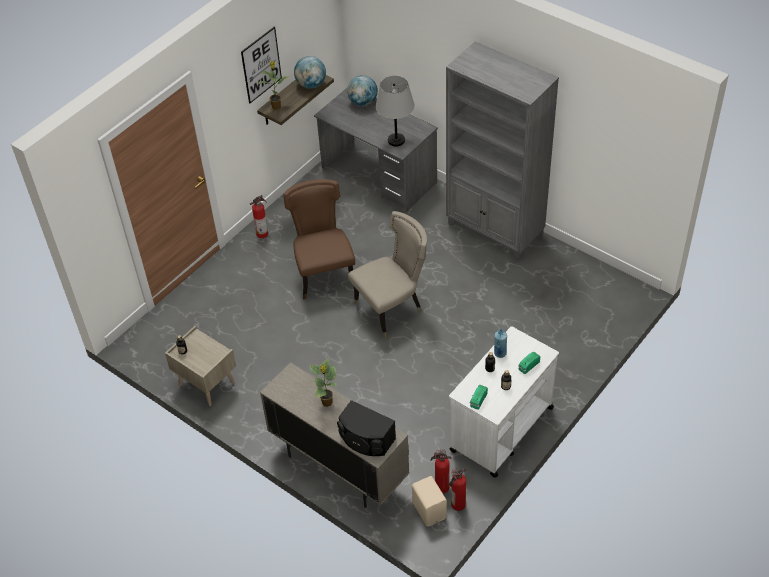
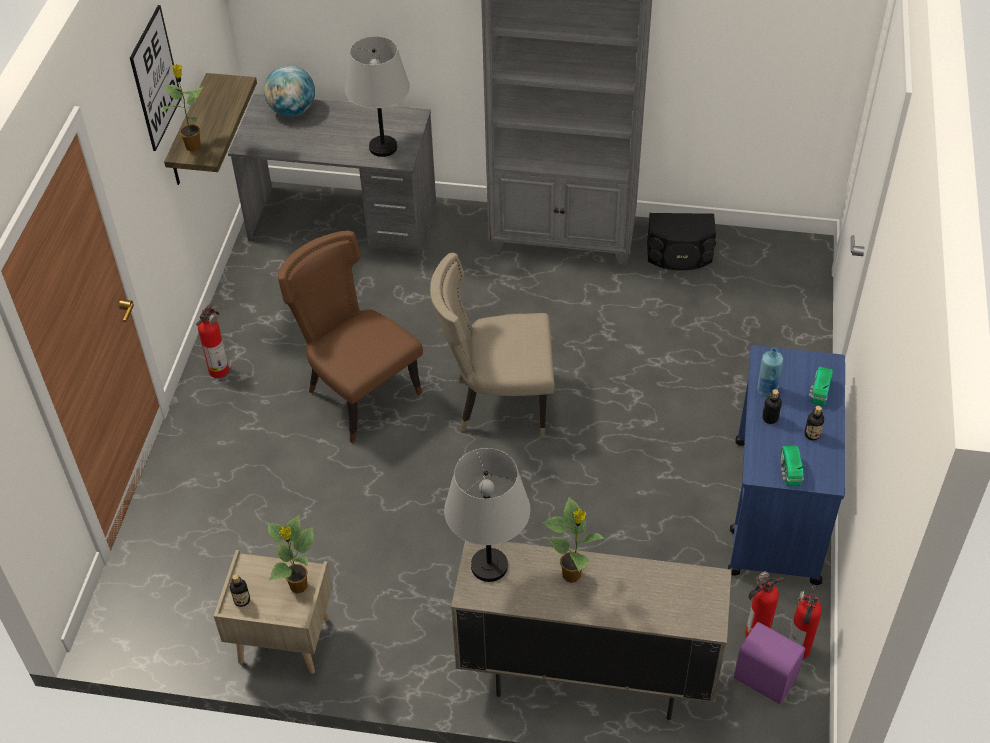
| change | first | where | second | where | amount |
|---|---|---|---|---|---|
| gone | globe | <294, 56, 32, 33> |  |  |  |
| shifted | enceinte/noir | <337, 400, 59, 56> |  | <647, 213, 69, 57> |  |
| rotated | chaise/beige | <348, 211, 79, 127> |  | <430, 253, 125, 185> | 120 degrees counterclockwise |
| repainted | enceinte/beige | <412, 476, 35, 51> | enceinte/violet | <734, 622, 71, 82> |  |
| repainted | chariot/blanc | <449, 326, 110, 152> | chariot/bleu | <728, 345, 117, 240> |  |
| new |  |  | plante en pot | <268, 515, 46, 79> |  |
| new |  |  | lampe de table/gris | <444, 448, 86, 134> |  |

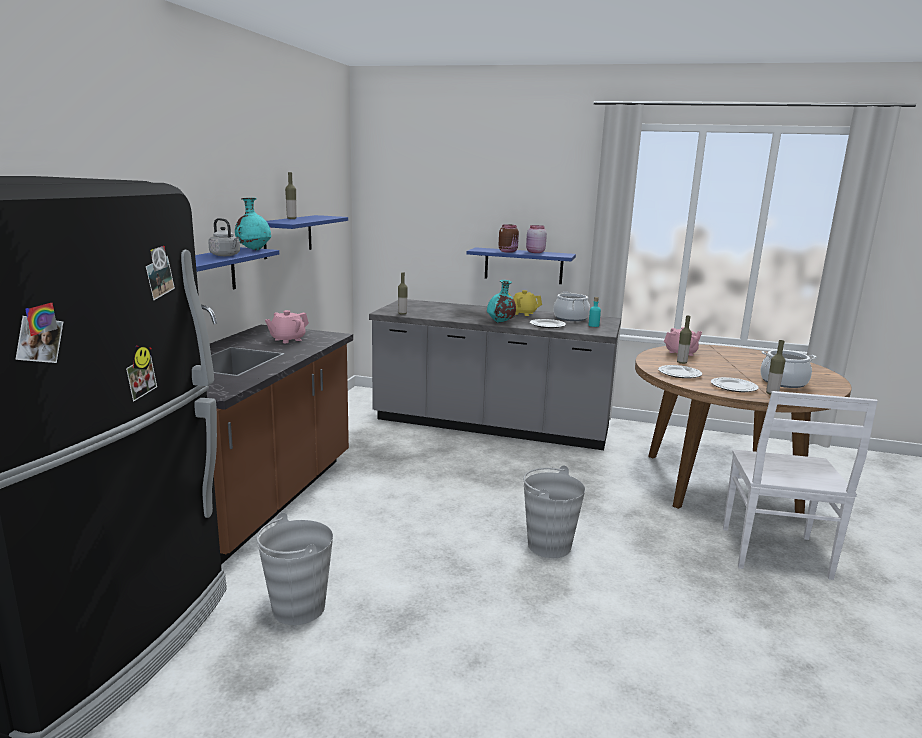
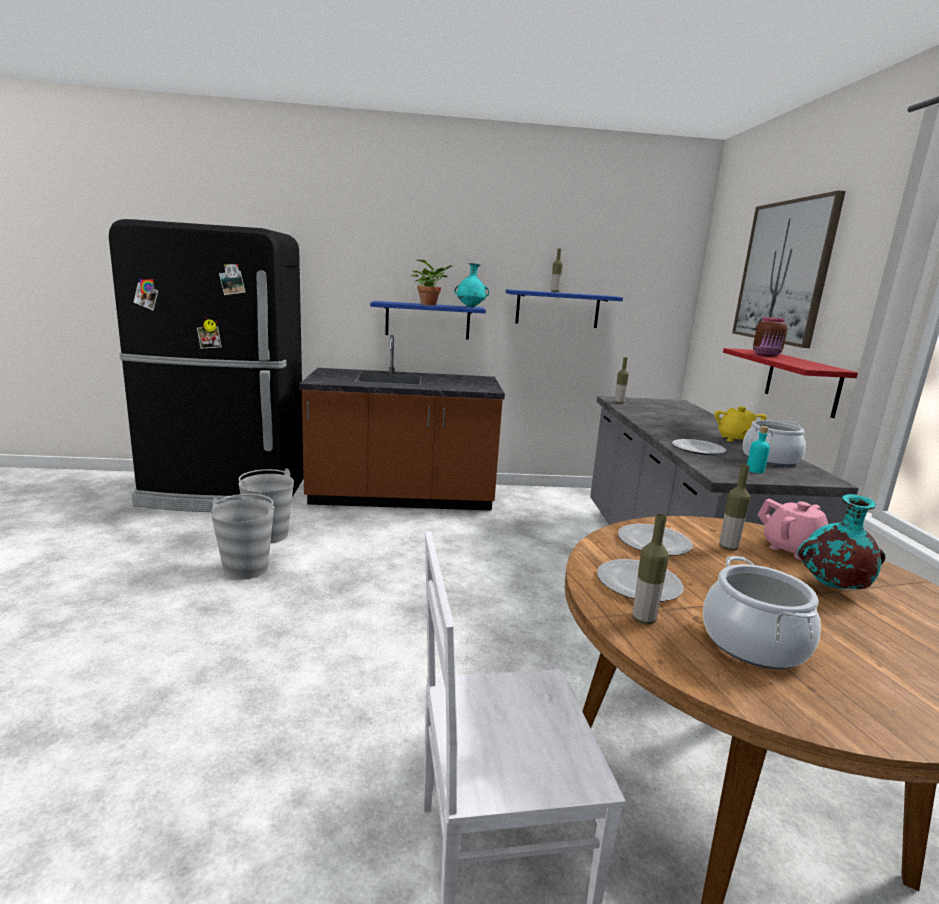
| change | first | where | second | where | amount |
|---|---|---|---|---|---|
| swapped | bouilloire/gris | <208, 218, 32, 38> | plante en pot | <411, 260, 43, 46> |  |
| gone | théière/rose | <265, 310, 44, 33> |  |  |  |
| repainted | étagère/bleu | <466, 247, 110, 37> | étagère/rouge | <723, 348, 135, 70> |  |
| shifted | vase/turquoise | <487, 280, 29, 43> |  | <797, 494, 89, 95> |  |
| shifted | seau/gris | <523, 465, 62, 93> |  | <211, 494, 64, 86> |  |
| gone | bocal/rose | <526, 225, 21, 28> |  |  |  |
| new |  |  | tableau | <732, 191, 114, 157> |  |

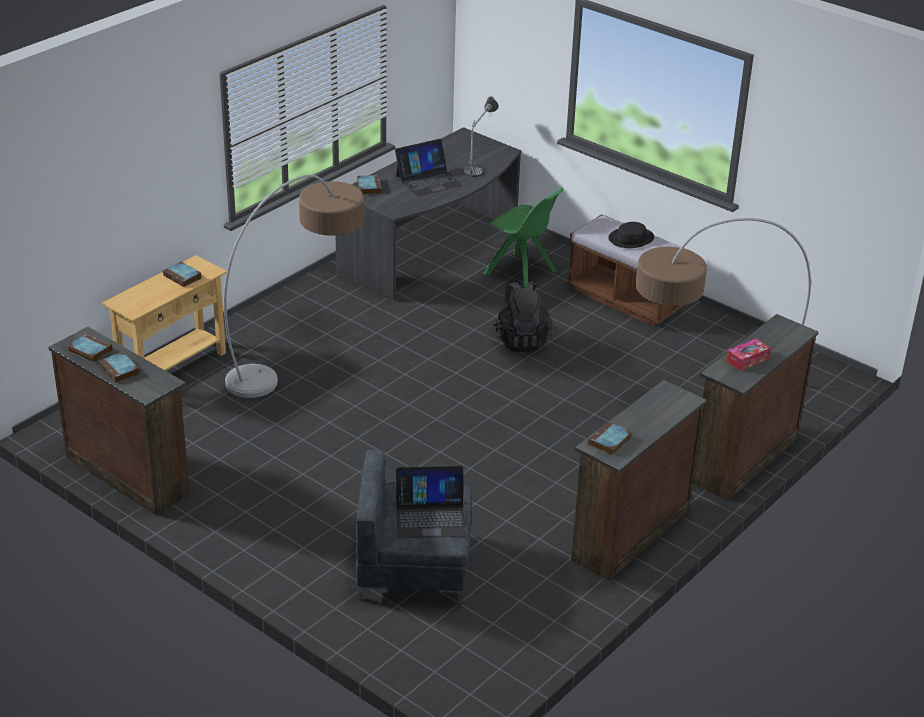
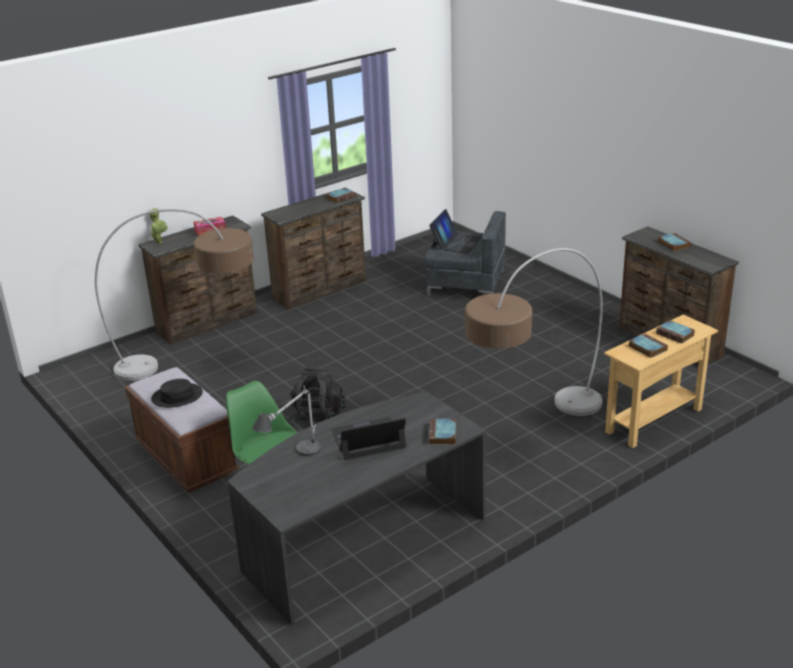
| change | first | where | second | where | amount |
|---|---|---|---|---|---|
| shifted | livre | <68, 333, 44, 30> |  | <656, 320, 39, 23> |  |
| rotated | ordinateur portable | <396, 466, 70, 72> |  | <429, 209, 53, 45> | 105 degrees clockwise |
| new |  |  | plante en pot | <150, 208, 17, 36> |  |

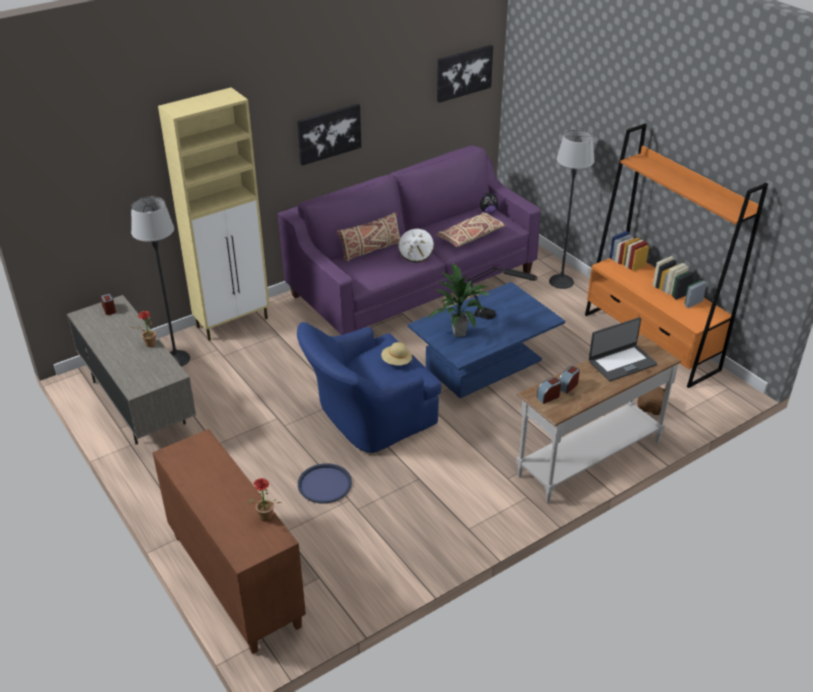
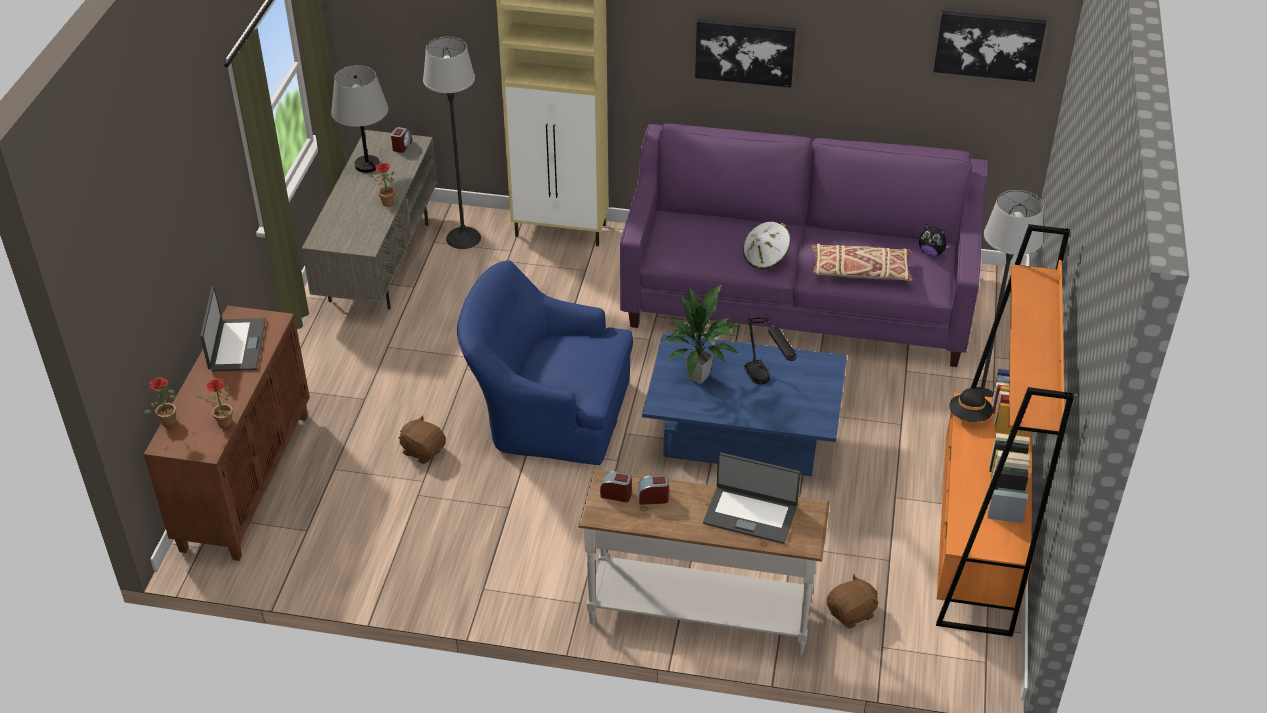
| change | first | where | second | where | amount |
|---|---|---|---|---|---|
| swapped | plateau/bleu | <298, 463, 54, 40> | peluche/marron | <398, 415, 48, 49> |  |
| gone | coussin/beige | <337, 212, 63, 50> |  |  |  |
| gone | chapeau/beige | <381, 342, 31, 23> |  |  |  |
| new |  |  | plante en pot | <144, 377, 32, 50> |  |
| new |  |  | ordinateur portable | <200, 286, 66, 86> |  |
| new |  |  | lampe de table/gris | <331, 65, 57, 108> |  |
| new |  |  | chapeau/noir | <949, 388, 44, 34> |  |

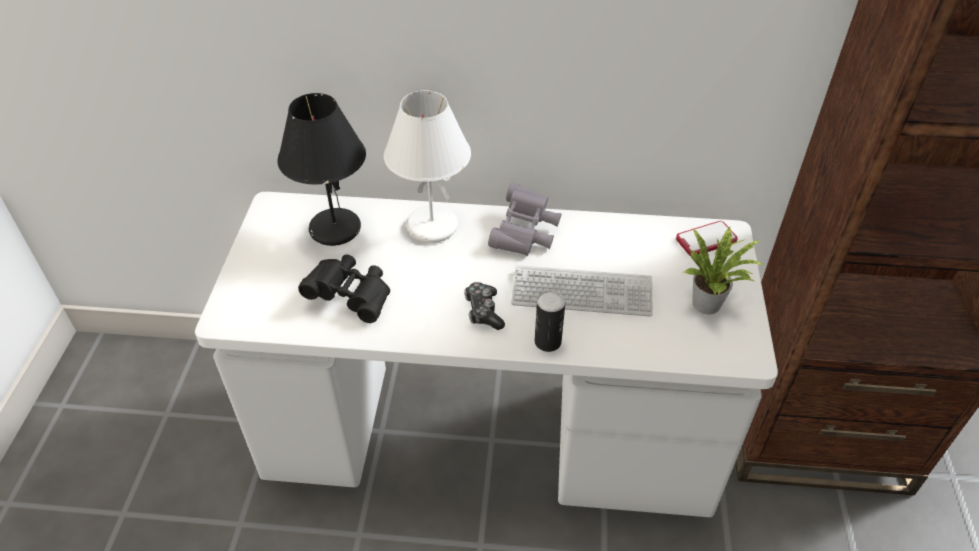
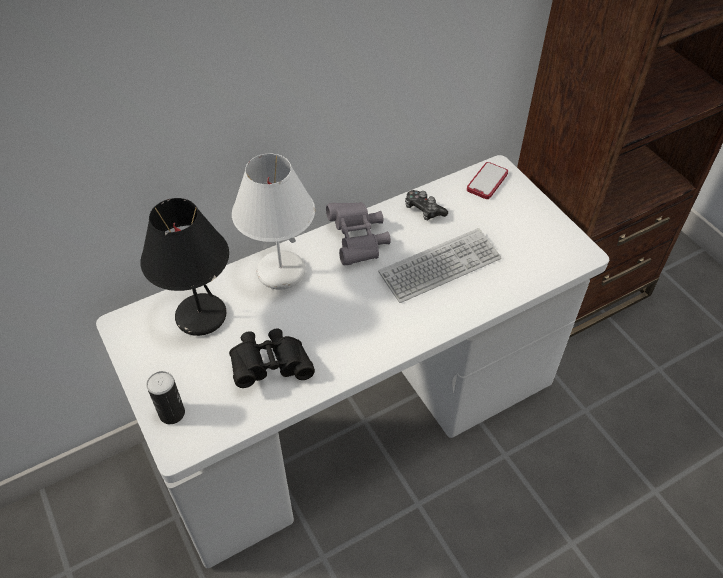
| change | first | where | second | where | amount |
|---|---|---|---|---|---|
| shifted | manette | <464, 282, 41, 48> |  | <405, 190, 43, 30> |  |
| shifted | boîte métallique | <535, 290, 30, 62> |  | <147, 371, 38, 53> |  |
| gone | plante en pot | <683, 227, 81, 87> |  |  |  |

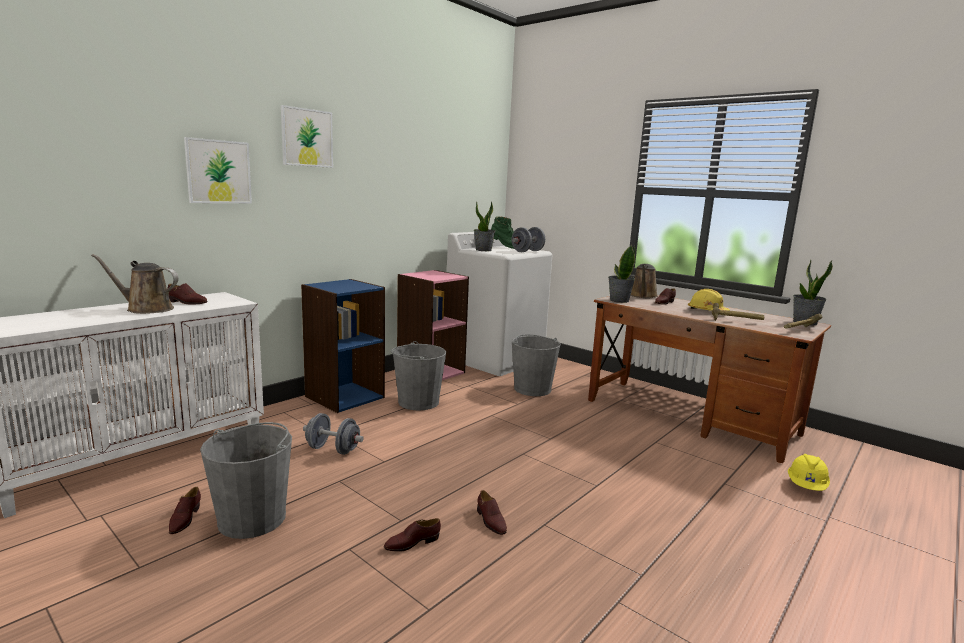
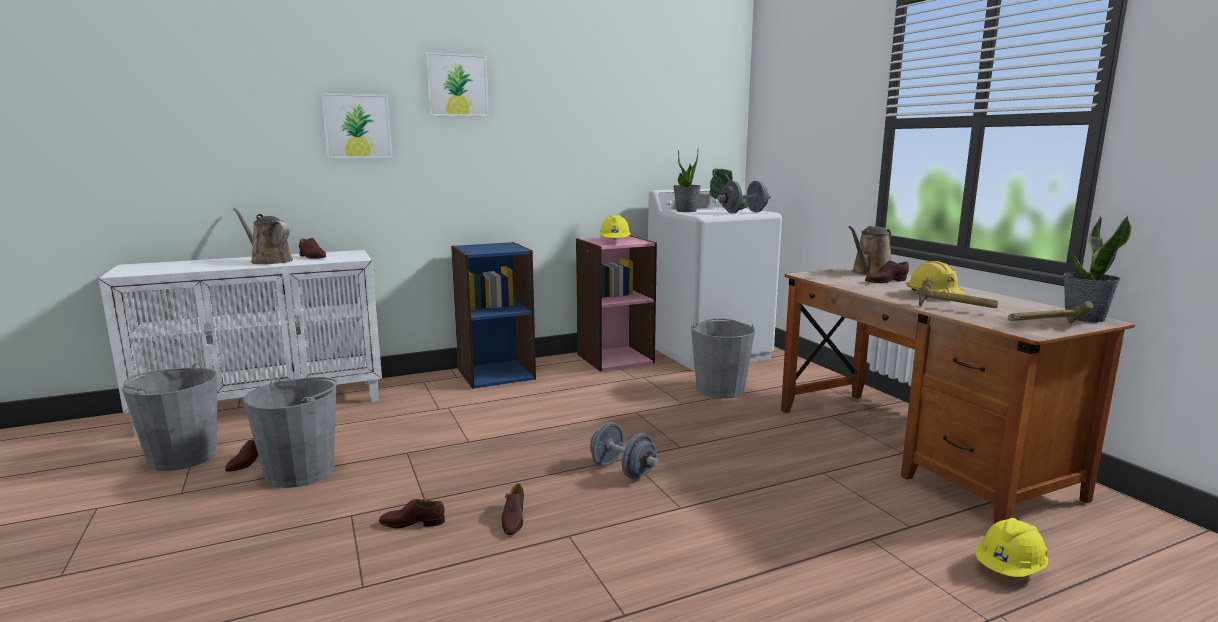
| change | first | where | second | where | amount |
|---|---|---|---|---|---|
| shifted | haltère/gris | <303, 413, 61, 42> |  | <590, 422, 69, 57> |  |
| shifted | seau/gris | <391, 341, 55, 70> |  | <122, 363, 96, 108> |  |
| gone | plante en pot | <608, 245, 27, 58> |  |  |  |
| new |  |  | casque de chantier/jaune | <599, 215, 32, 25> |  |

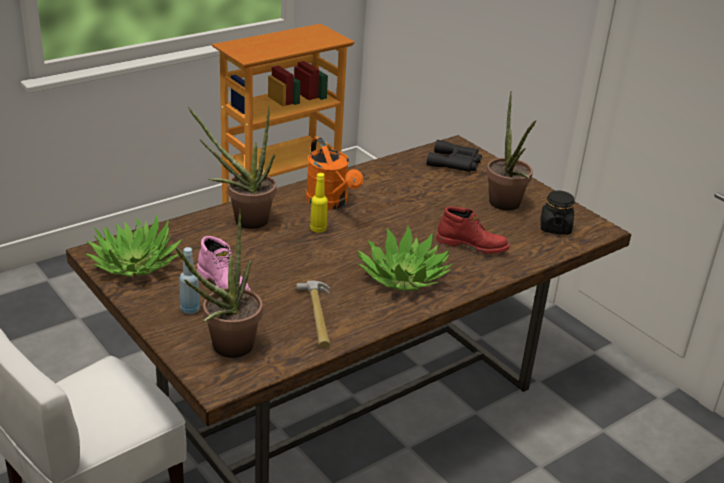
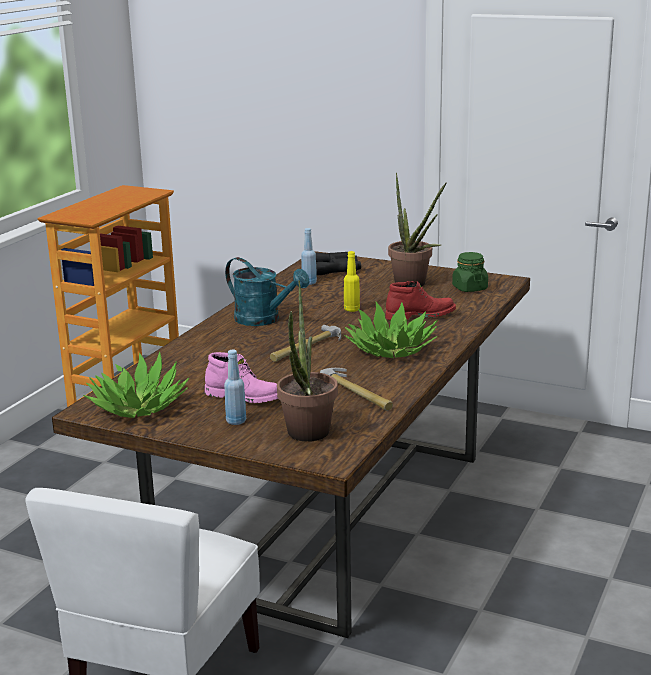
| change | first | where | second | where | amount |
|---|---|---|---|---|---|
| gone | plante en pot | <188, 106, 88, 123> |  |  |  |
| repainted | arrosoir/orange | <306, 137, 57, 73> | arrosoir/turquoise | <225, 257, 85, 69> |  |
| shifted | bouteille/jaune | <310, 173, 18, 60> |  | <344, 251, 16, 61> |  |
| repainted | bocal/noir | <540, 190, 35, 45> | bocal/vert | <452, 252, 36, 40> |  |
| new |  |  | marteau | <270, 325, 71, 37> |  |
| new |  |  | bouteille/bleu | <301, 228, 16, 57> |  |

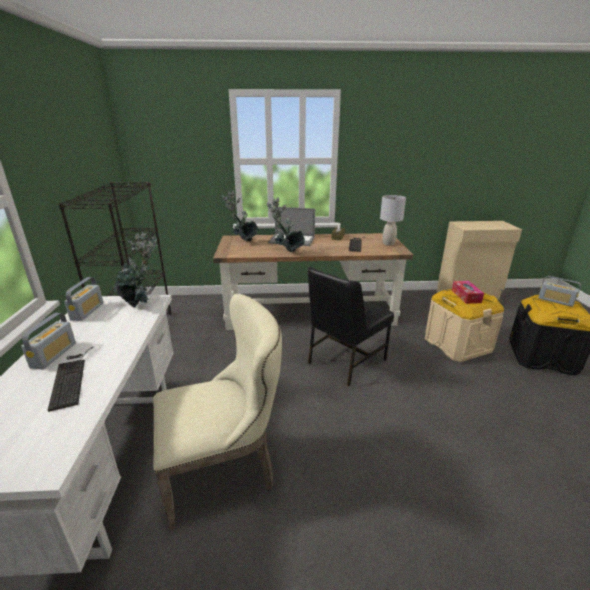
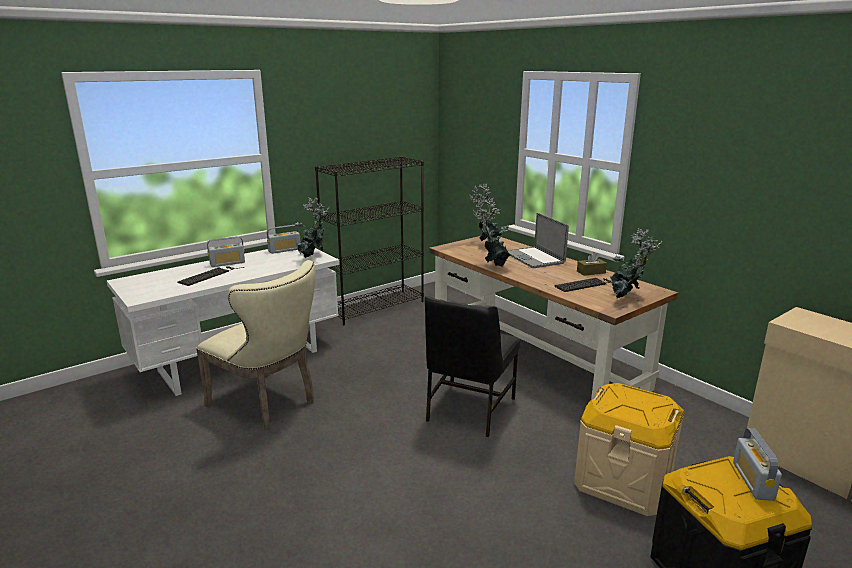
| change | first | where | second | where | amount |
|---|---|---|---|---|---|
| rotated | chaise/noir | <308, 267, 86, 119> |  | <425, 296, 95, 141> | 75 degrees counterclockwise |
| swapped | lampe de table/gris | <380, 195, 26, 51> | plante en pot | <610, 227, 52, 72> |  |
| gone | boîte à mouchoirs | <452, 281, 32, 23> |  |  |  |

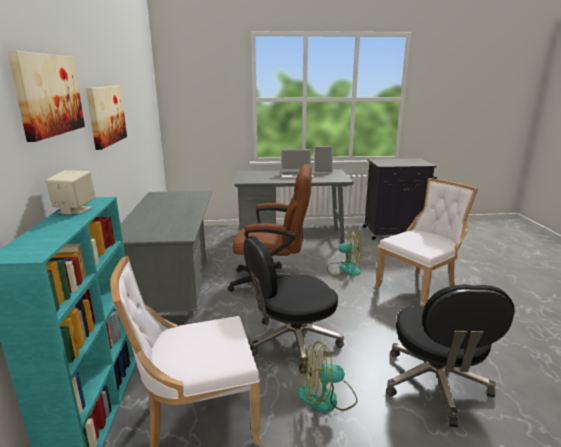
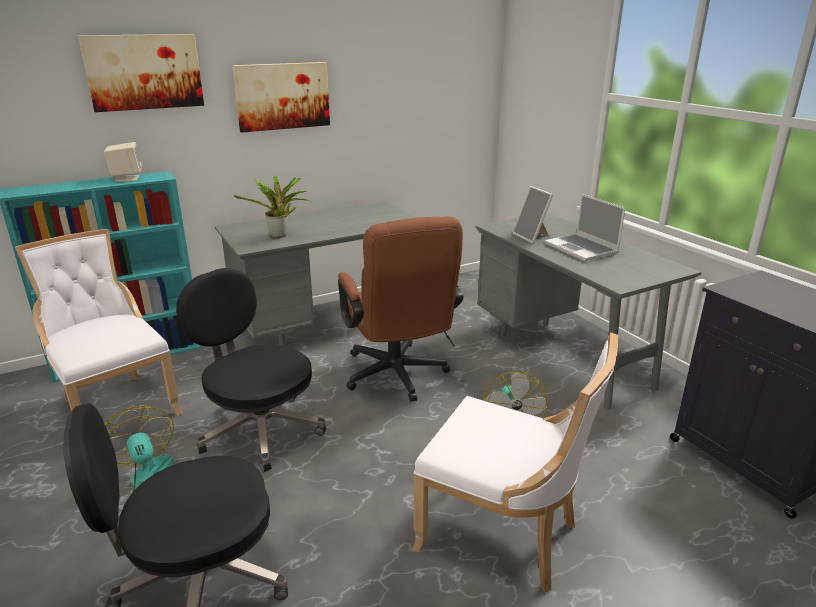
| change | first | where | second | where | amount |
|---|---|---|---|---|---|
| shifted | cadre photo | <314, 146, 19, 28> |  | <512, 186, 41, 58> |  |
| new |  |  | plante en pot | <234, 176, 78, 62> |  |

